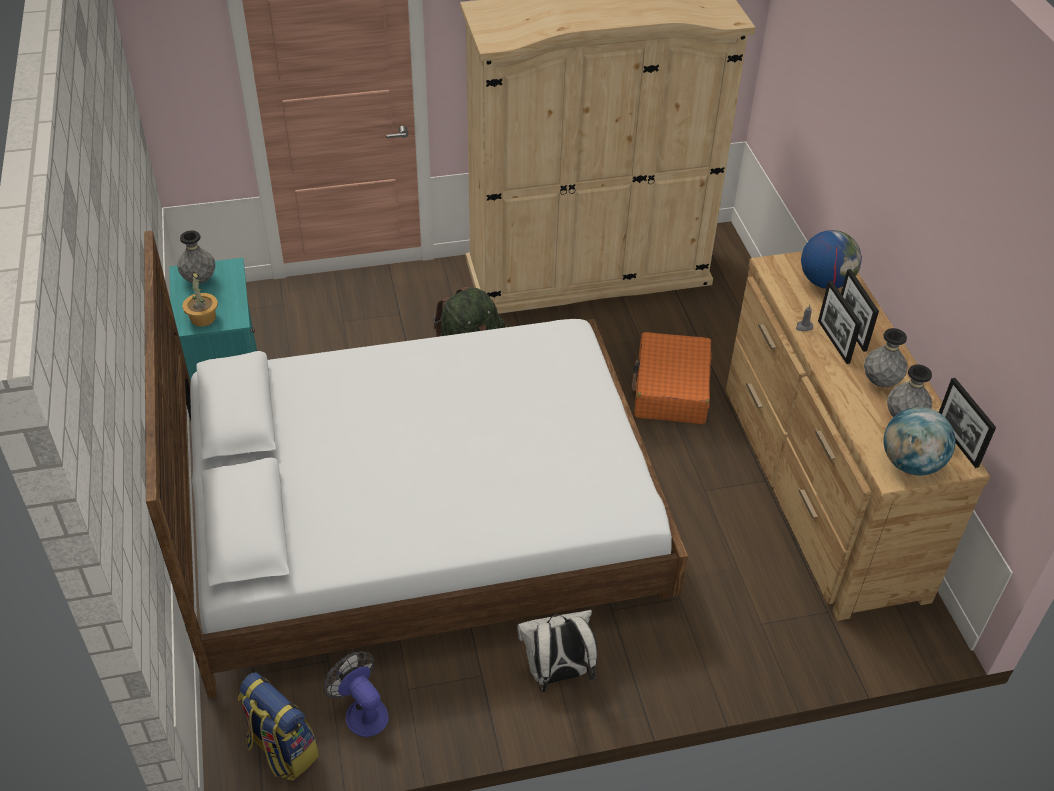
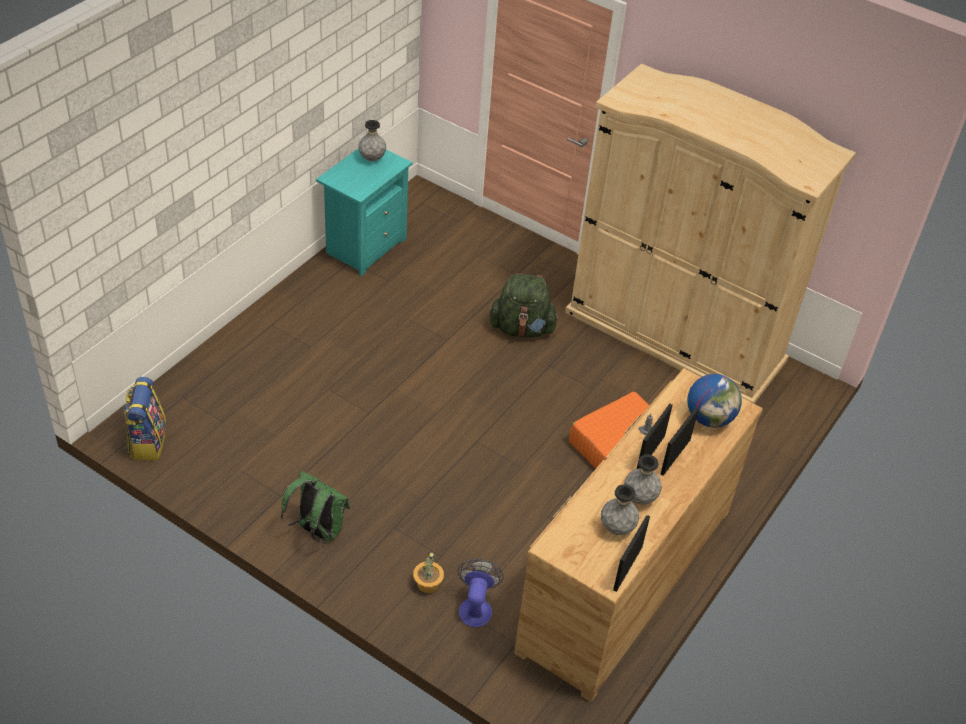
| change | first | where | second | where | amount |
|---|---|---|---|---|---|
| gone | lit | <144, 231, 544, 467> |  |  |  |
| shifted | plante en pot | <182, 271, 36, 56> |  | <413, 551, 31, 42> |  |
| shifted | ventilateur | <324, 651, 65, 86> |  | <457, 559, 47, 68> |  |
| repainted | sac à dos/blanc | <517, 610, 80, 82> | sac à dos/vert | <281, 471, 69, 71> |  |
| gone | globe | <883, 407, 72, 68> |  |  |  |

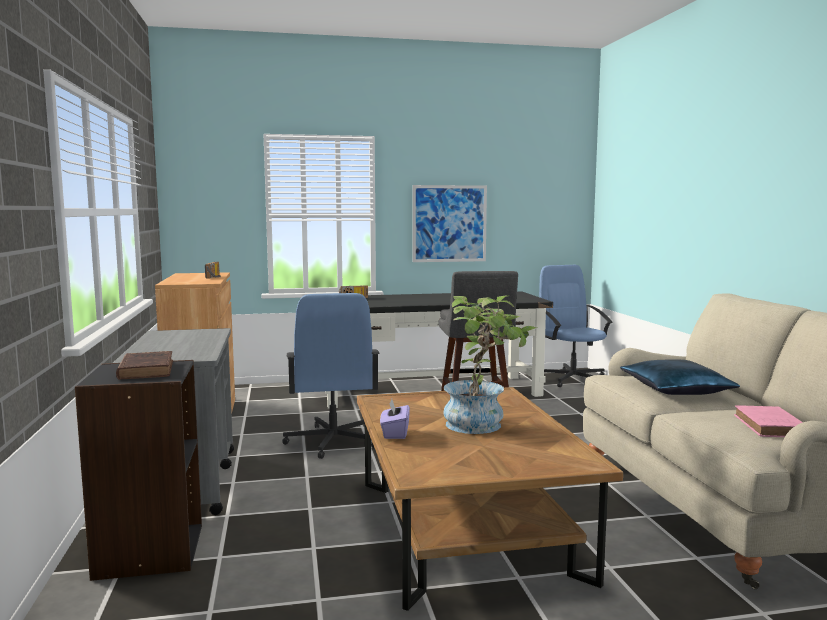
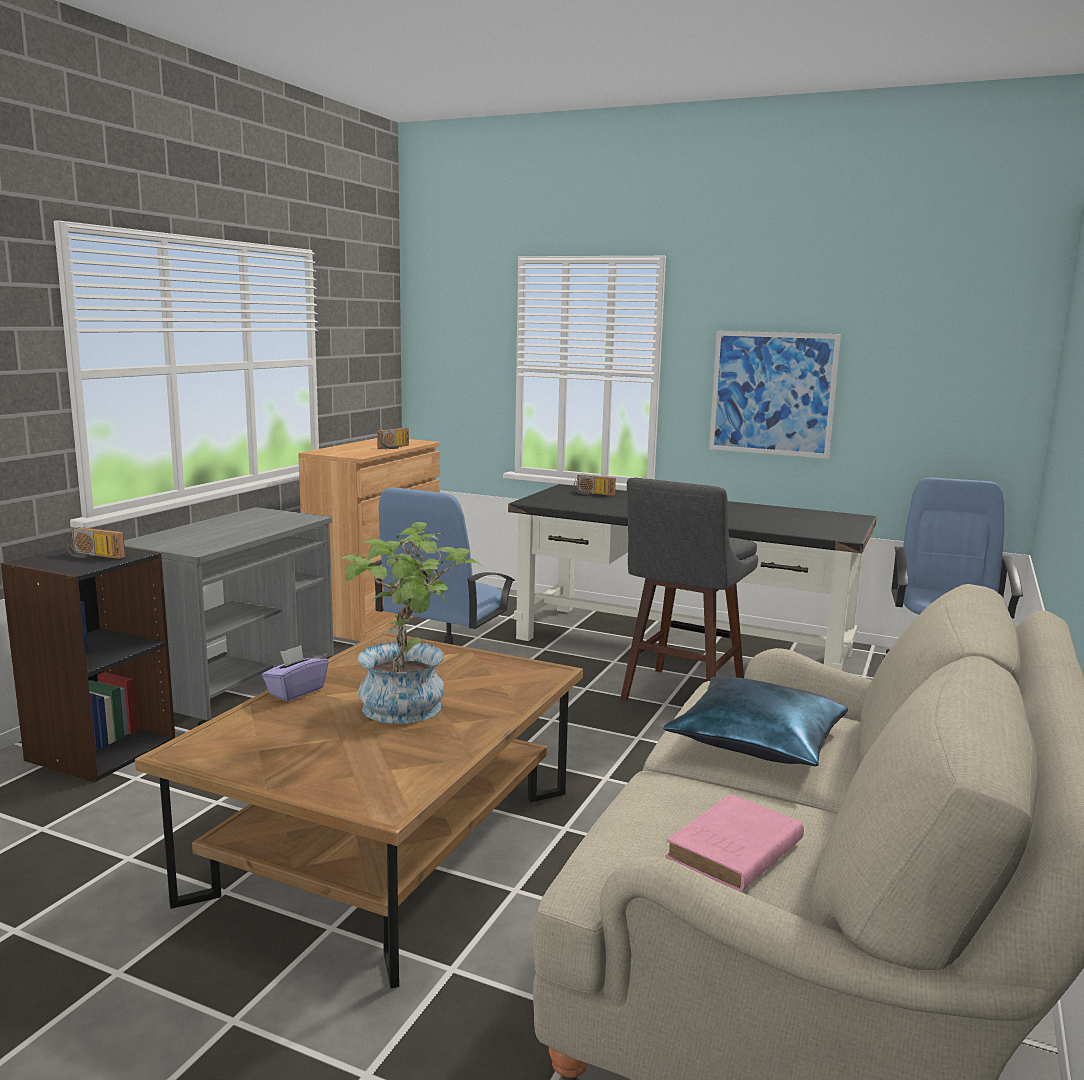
| change | first | where | second | where | amount |
|---|---|---|---|---|---|
| swapped | livre/marron | <116, 351, 57, 29> | radio | <67, 527, 58, 32> |  |

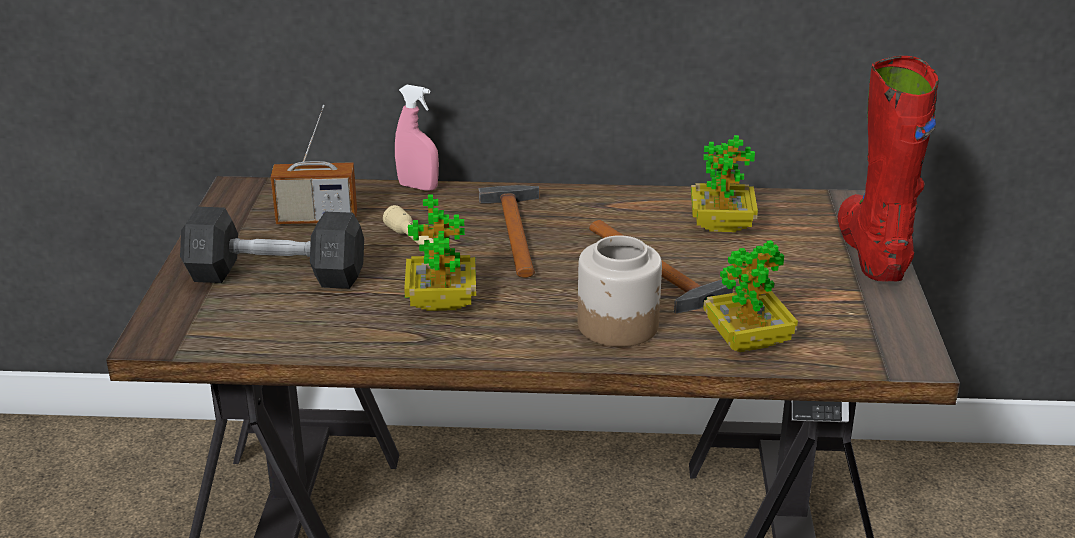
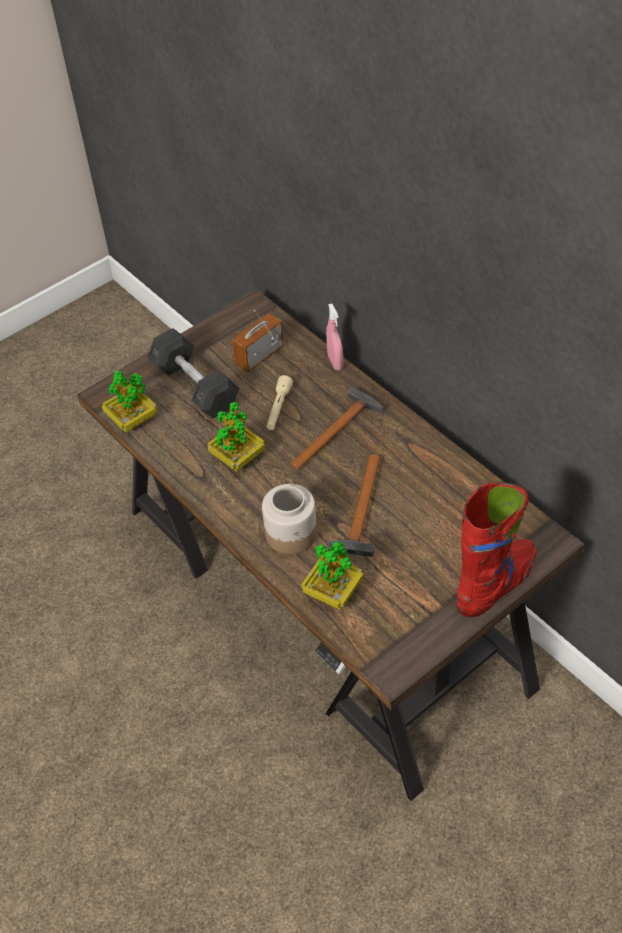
| change | first | where | second | where | amount |
|---|---|---|---|---|---|
| rotated | radio | <271, 105, 86, 119> |  | <232, 310, 51, 62> | 90 degrees clockwise |
| shifted | plante en pot | <691, 135, 67, 97> |  | <102, 371, 55, 61> |  |

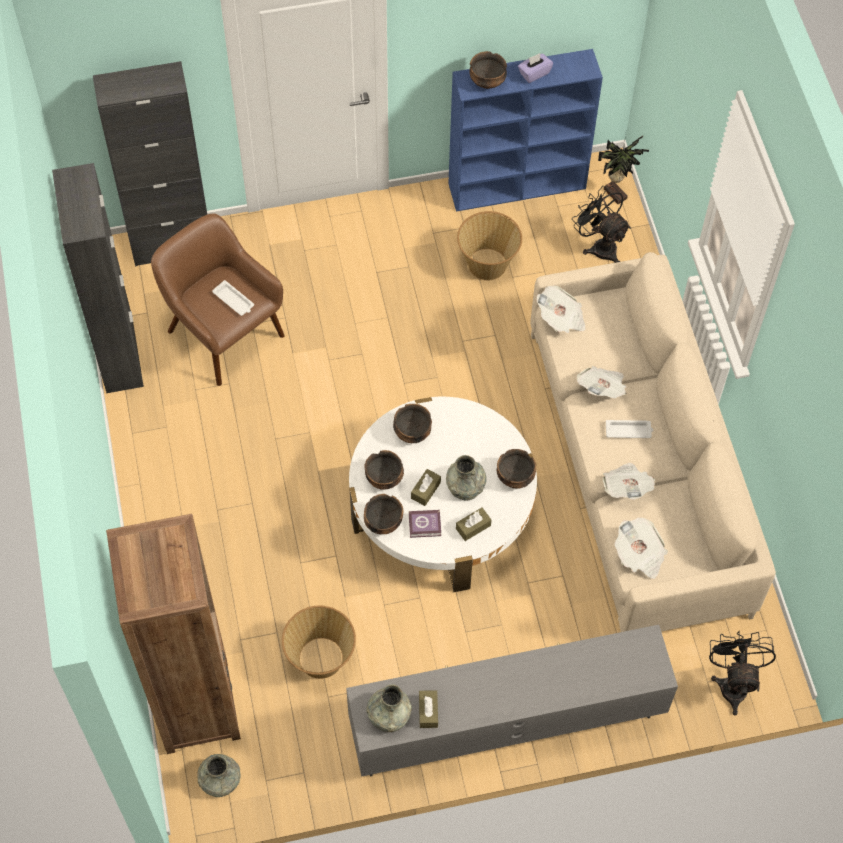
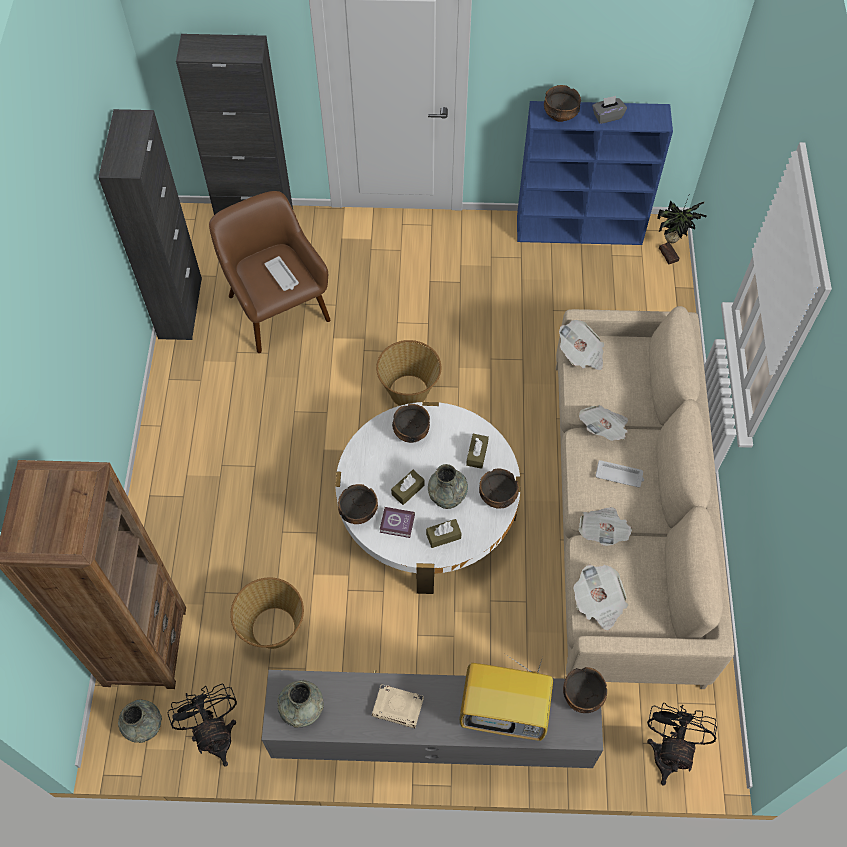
| change | first | where | second | where | amount |
|---|---|---|---|---|---|
| shifted | bol | <364, 450, 40, 40> |  | <563, 667, 44, 46> |  |
| shifted | boîte à mouchoirs/marron | <419, 690, 19, 38> |  | <466, 434, 23, 35> |  |
| shifted | panier | <457, 211, 65, 69> |  | <376, 340, 65, 66> |  |
| repainted | boîte à mouchoirs/violet | <518, 53, 35, 30> | boîte à mouchoirs/gris | <592, 96, 35, 28> |  |
| shifted | ventilateur/noir | <572, 186, 59, 77> |  | <167, 684, 70, 83> |  |
| new |  |  | livre/beige | <372, 684, 52, 44> |  |
| new |  |  | téléviseur | <459, 656, 94, 85> |  |

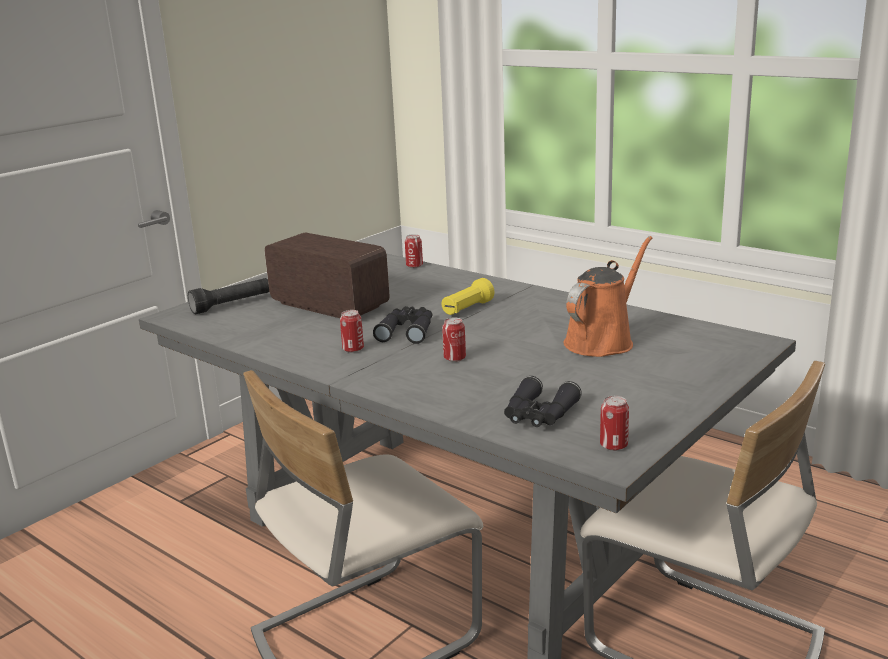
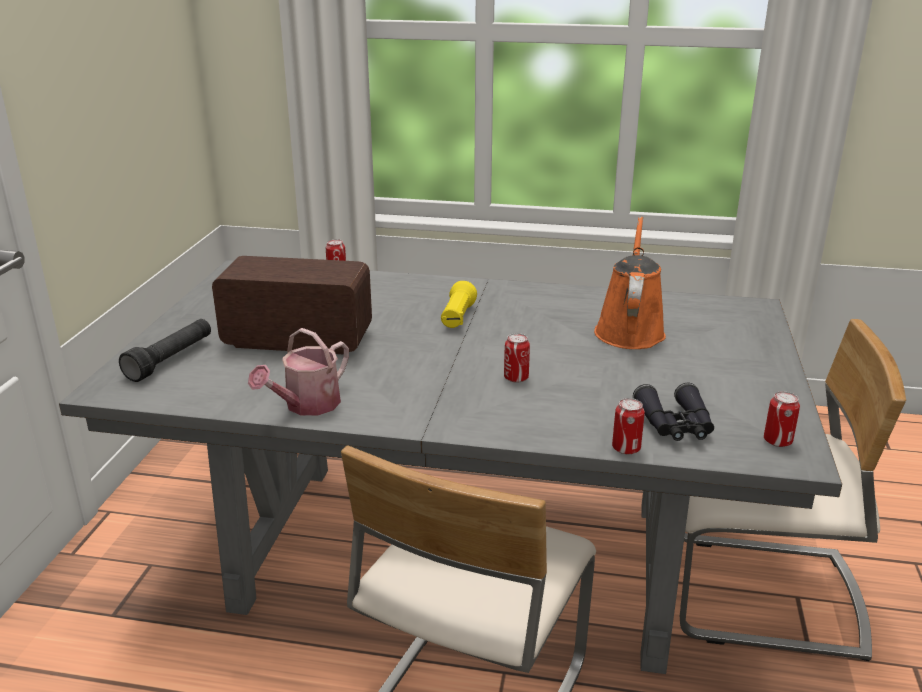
| change | first | where | second | where | amount |
|---|---|---|---|---|---|
| shifted | boîte métallique | <340, 310, 24, 43> |  | <612, 398, 33, 56> |  |
| gone | jumelles/noir | <373, 306, 59, 38> |  |  |  |
| new |  |  | arrosoir | <248, 328, 101, 88> |  |

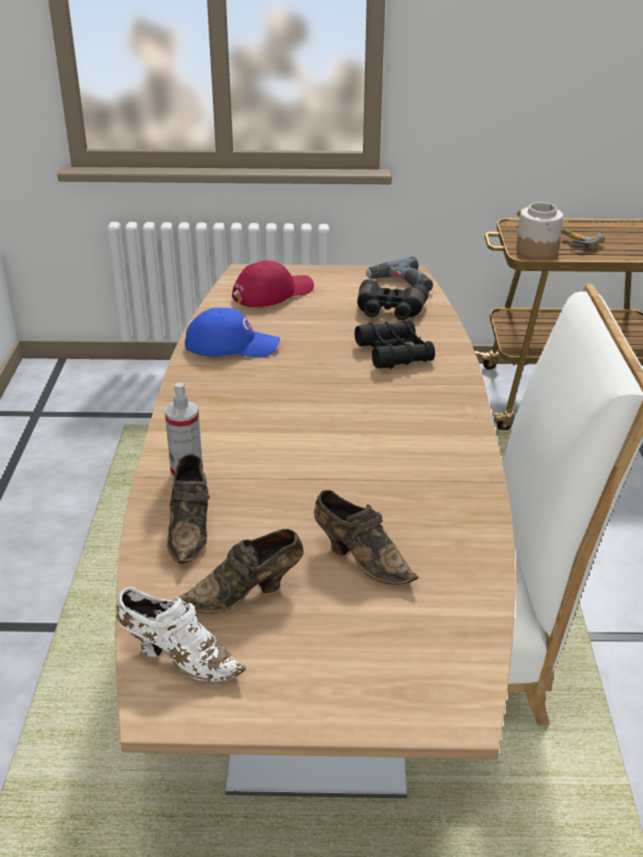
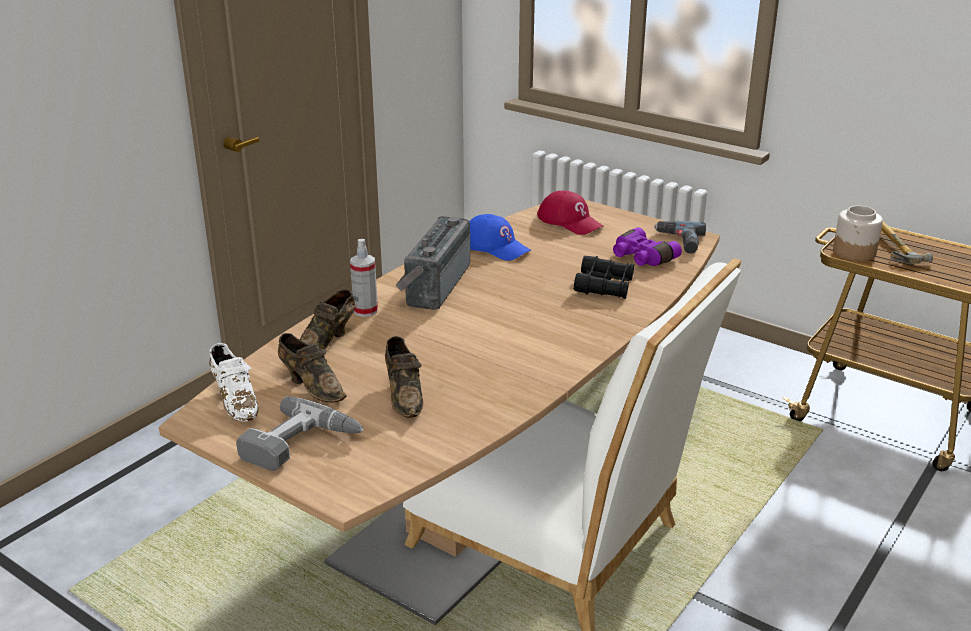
| change | first | where | second | where | amount |
|---|---|---|---|---|---|
| rotated | chaussure/marron | <174, 529, 130, 84> |  | <278, 333, 69, 70> | 150 degrees counterclockwise |
| rotated | casquette/rouge | <232, 260, 82, 48> |  | <537, 191, 67, 44> | 45 degrees clockwise |
| repainted | jumelles/noir | <357, 279, 72, 41> | jumelles/violet | <613, 227, 69, 39> |  |
| new |  |  | perceuse | <236, 396, 128, 75> |  |
| new |  |  | radio | <396, 216, 74, 94> |  |

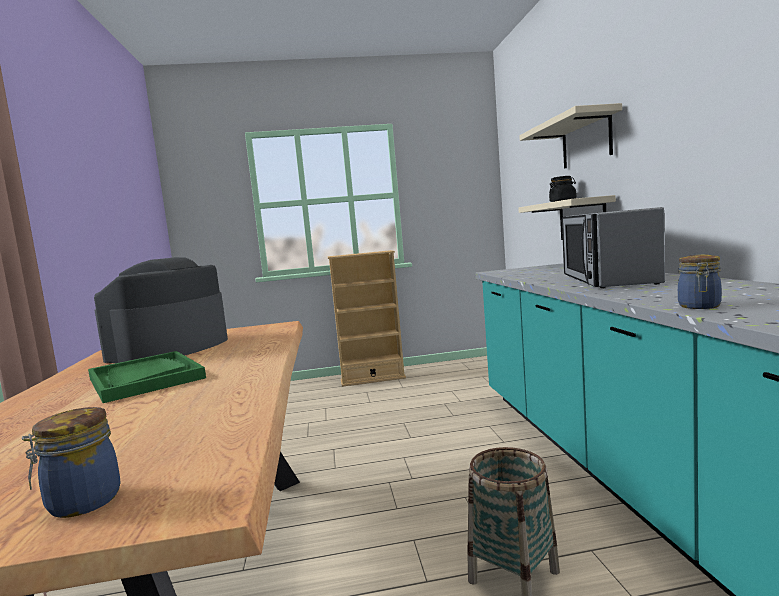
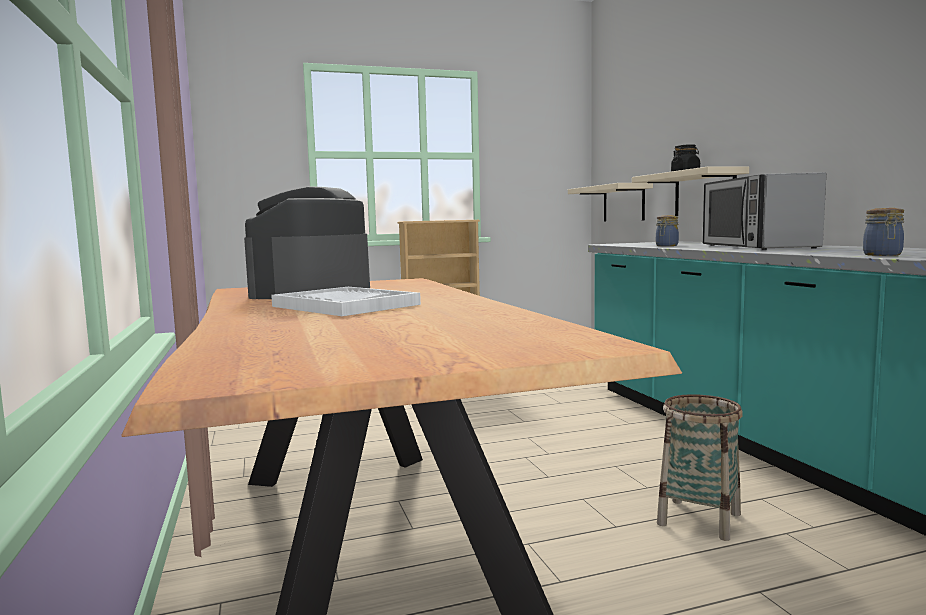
| change | first | where | second | where | amount |
|---|---|---|---|---|---|
| shifted | bocal | <22, 407, 99, 111> |  | <656, 215, 23, 31> |  |
| repainted | plateau/vert | <88, 351, 118, 52> | plateau/blanc | <271, 287, 150, 29> |  |
| shifted | étagère/beige | <519, 103, 103, 66> |  | <568, 183, 85, 38> |  |

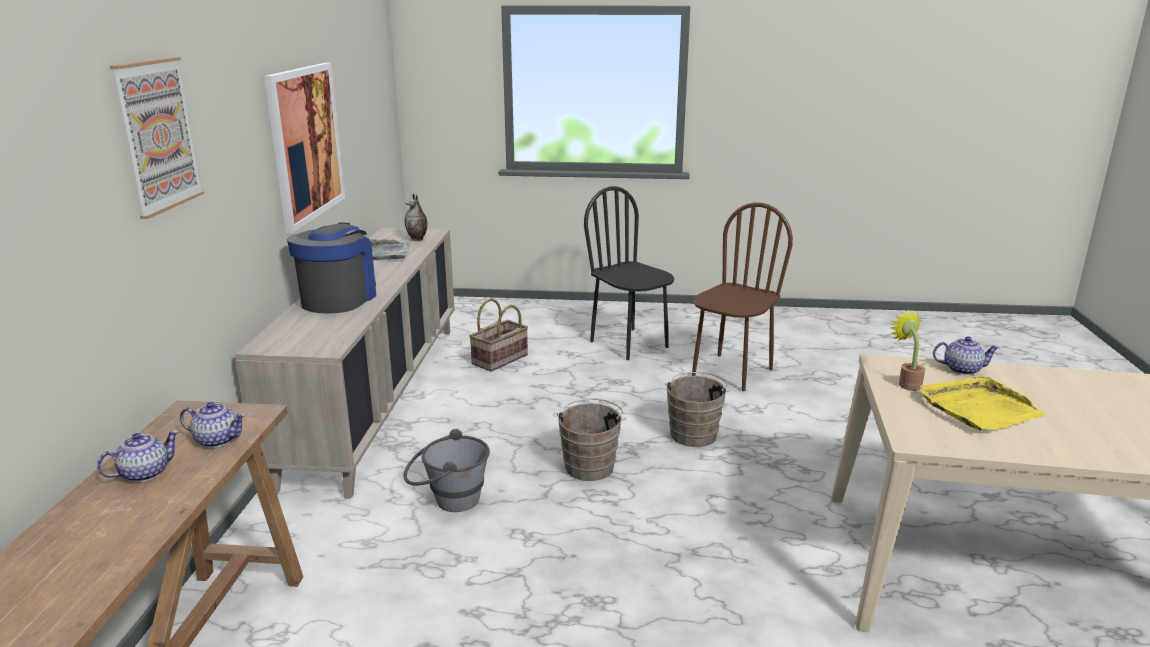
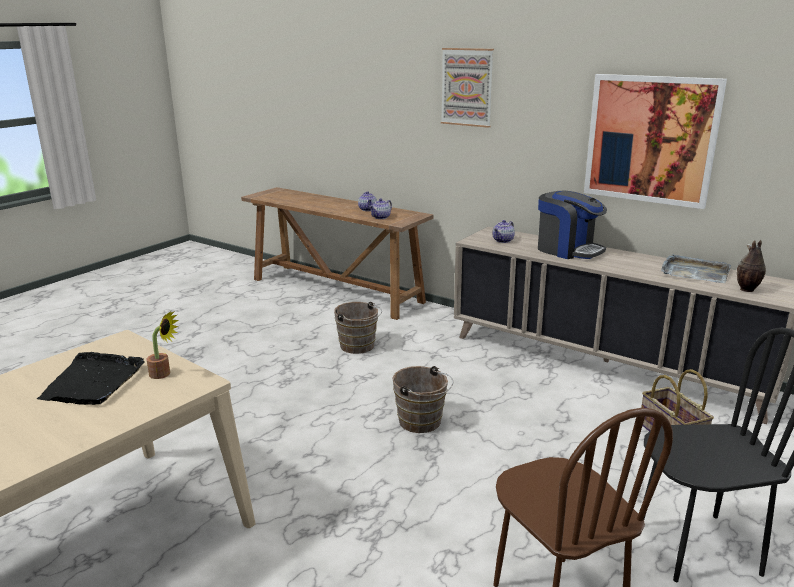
| change | first | where | second | where | amount |
|---|---|---|---|---|---|
| gone | seau/gris | <403, 429, 87, 83> |  |  |  |
| shifted | seau/marron | <665, 372, 66, 75> |  | <334, 302, 48, 52> |  |
| repainted | plateau/jaune | <920, 376, 126, 55> | plateau/noir | <37, 352, 108, 53> |  |
| shifted | théière | <933, 336, 67, 39> |  | <492, 220, 23, 23> |  |

